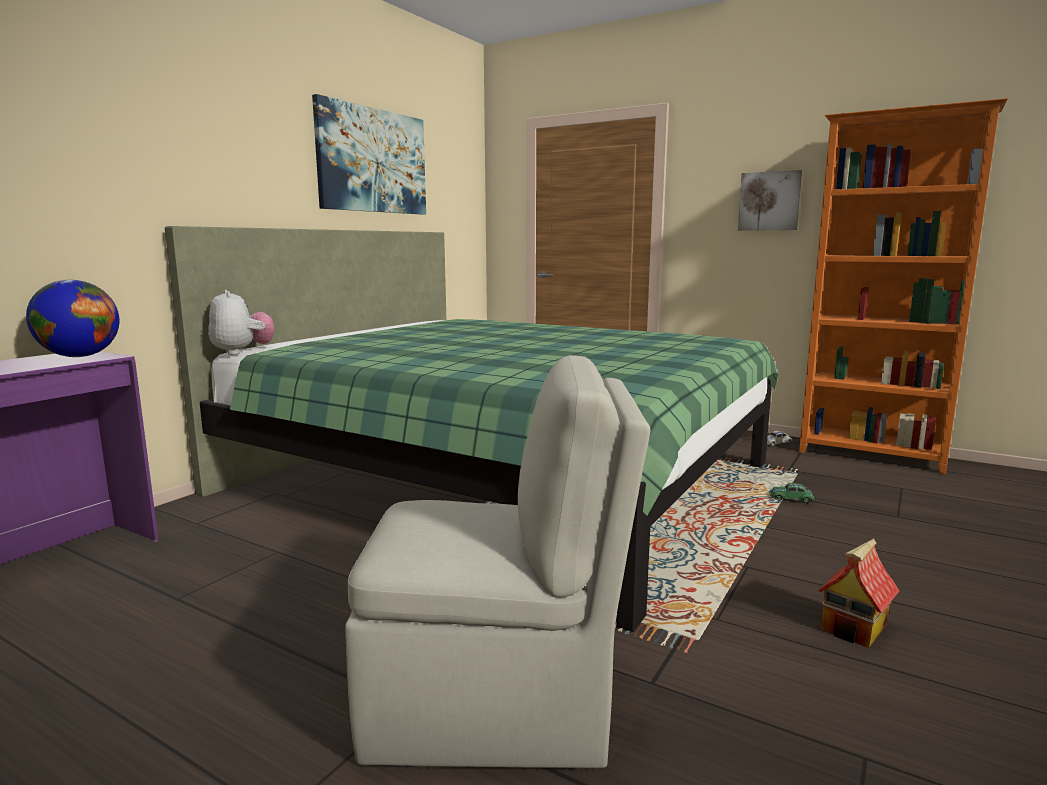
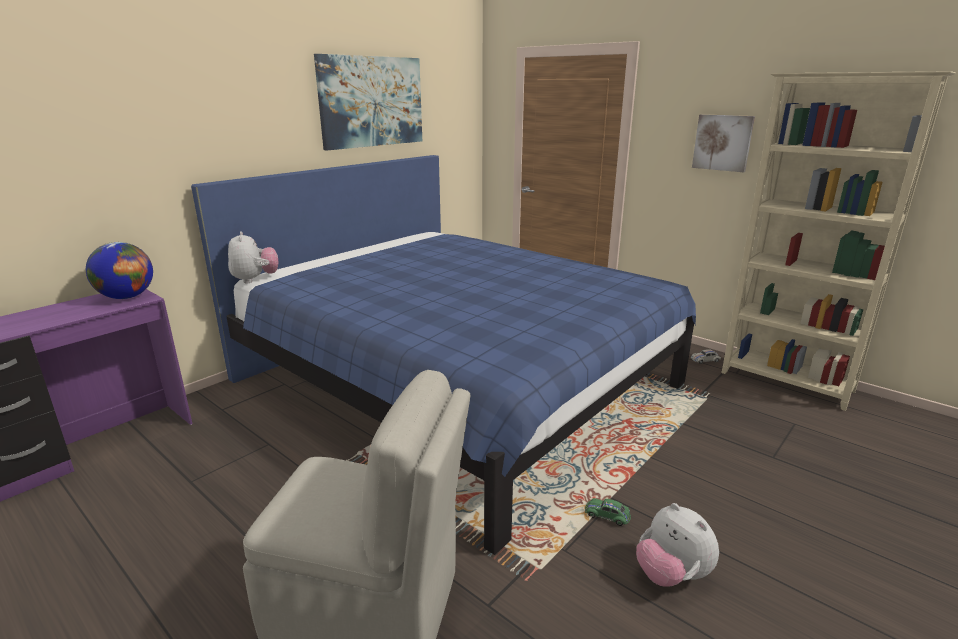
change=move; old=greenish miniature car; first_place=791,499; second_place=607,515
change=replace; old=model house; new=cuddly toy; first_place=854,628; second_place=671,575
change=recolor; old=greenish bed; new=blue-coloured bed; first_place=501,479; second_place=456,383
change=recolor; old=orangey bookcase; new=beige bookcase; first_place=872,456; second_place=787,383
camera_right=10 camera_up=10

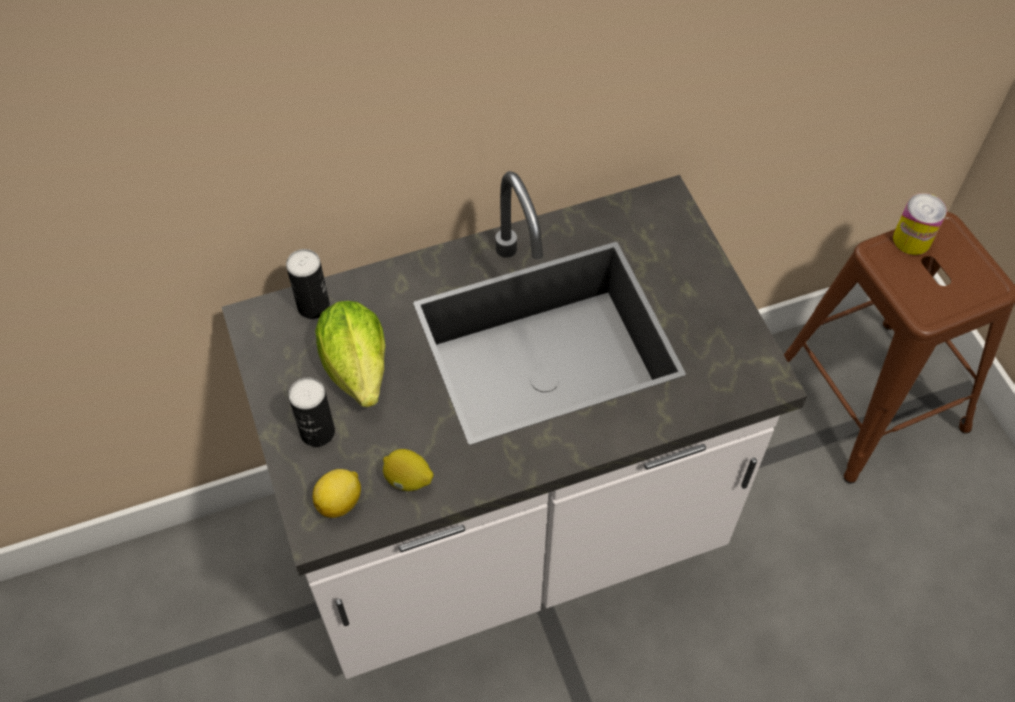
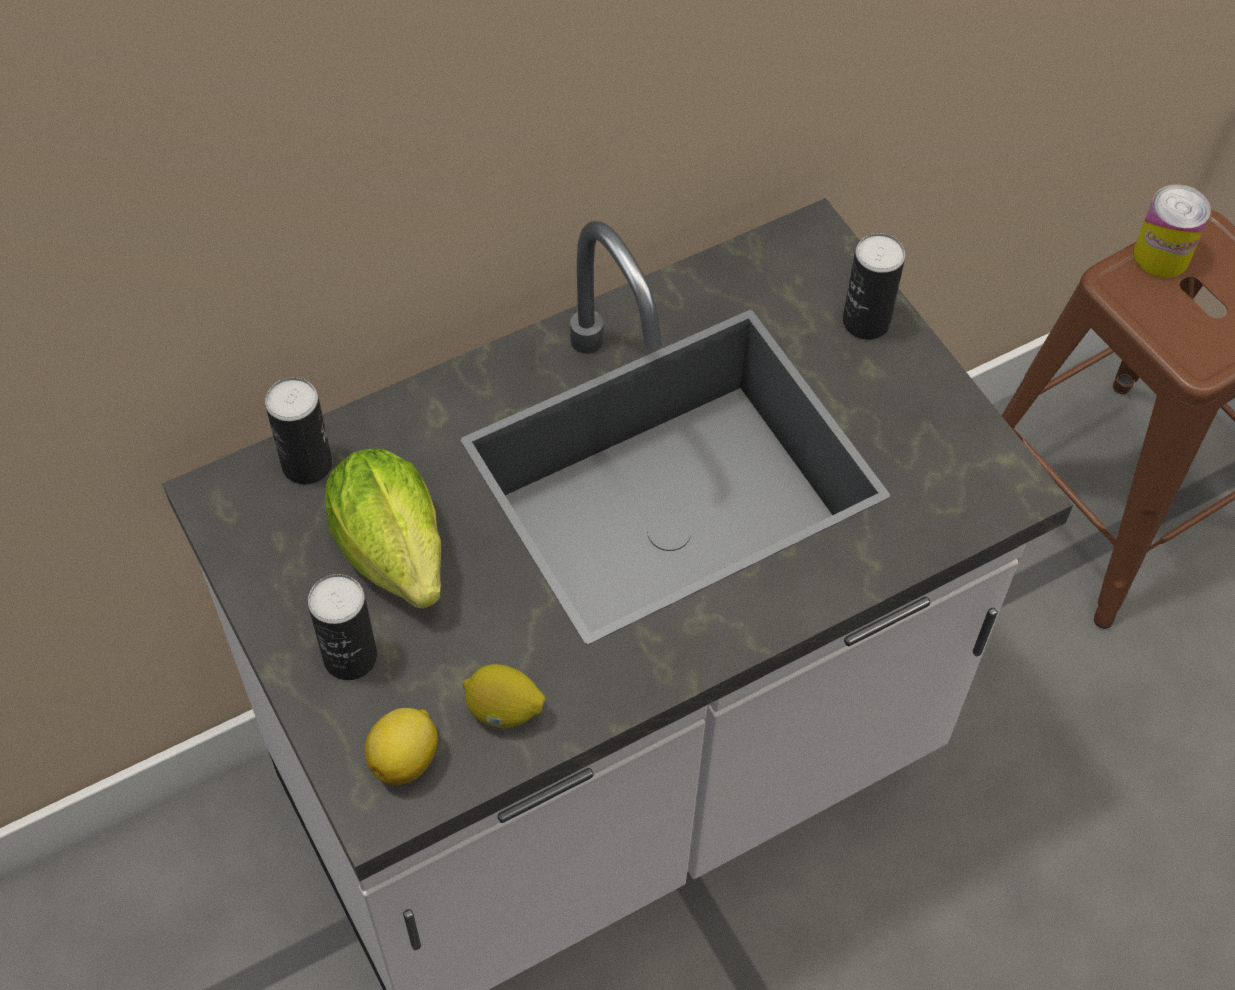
change=insert; new=metal can; second_place=866,321
camera_right=-10 camera_up=0

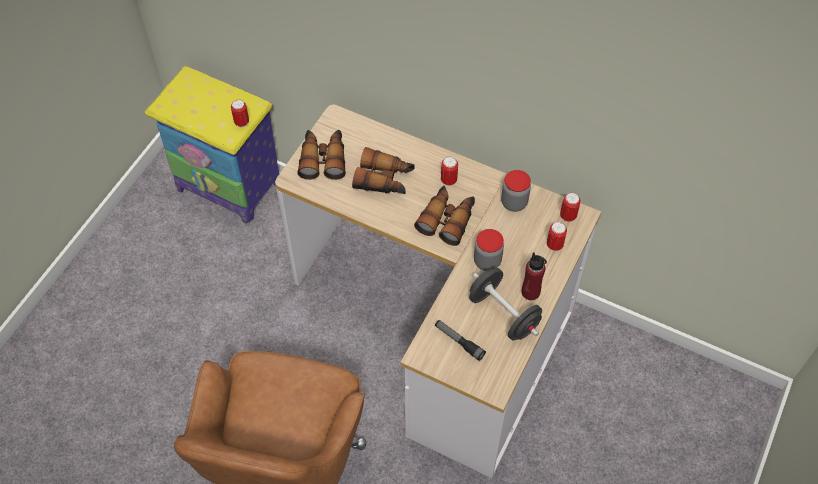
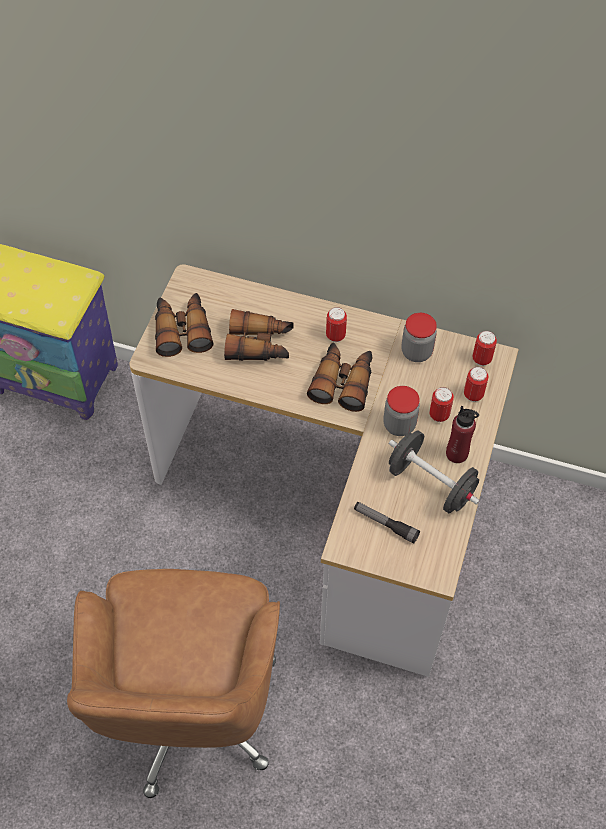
change=move; old=metal can; first_place=241,122; second_place=439,415
camera_right=-10 camera_up=0

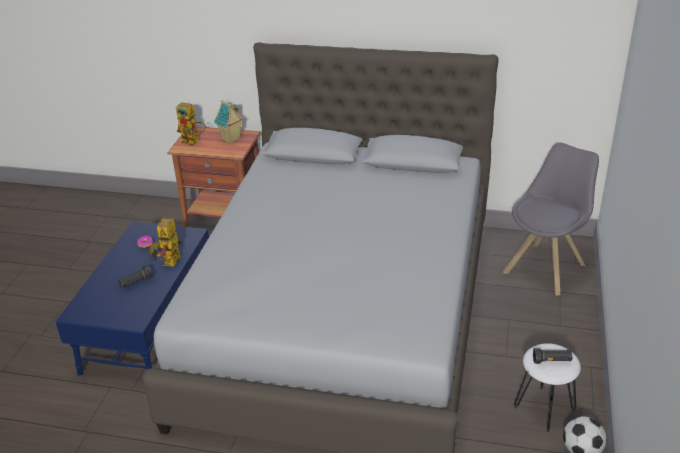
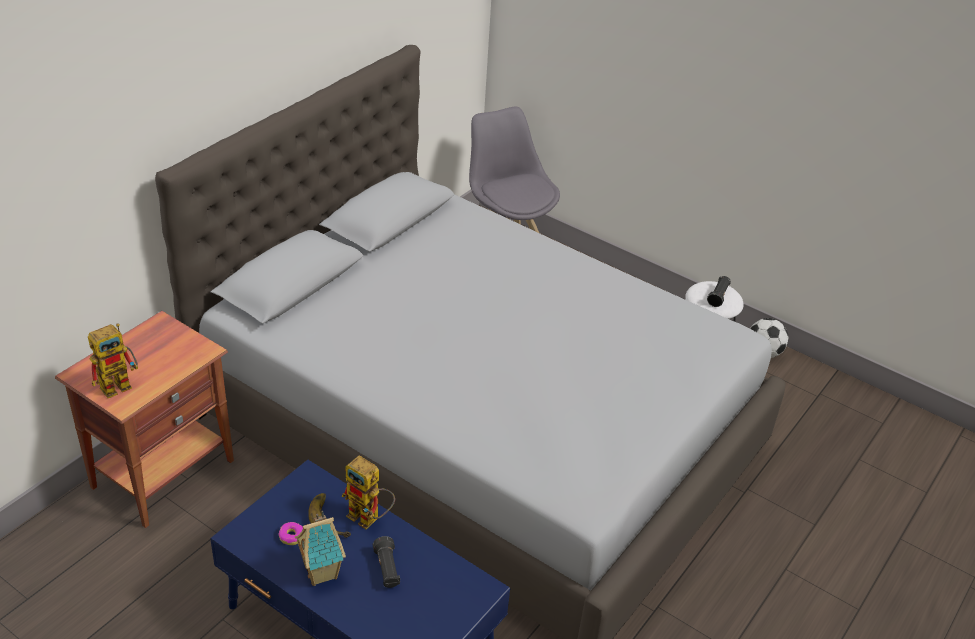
change=move; old=model house; first_place=231,139; second_place=322,573
camera_right=-70 camera_up=5

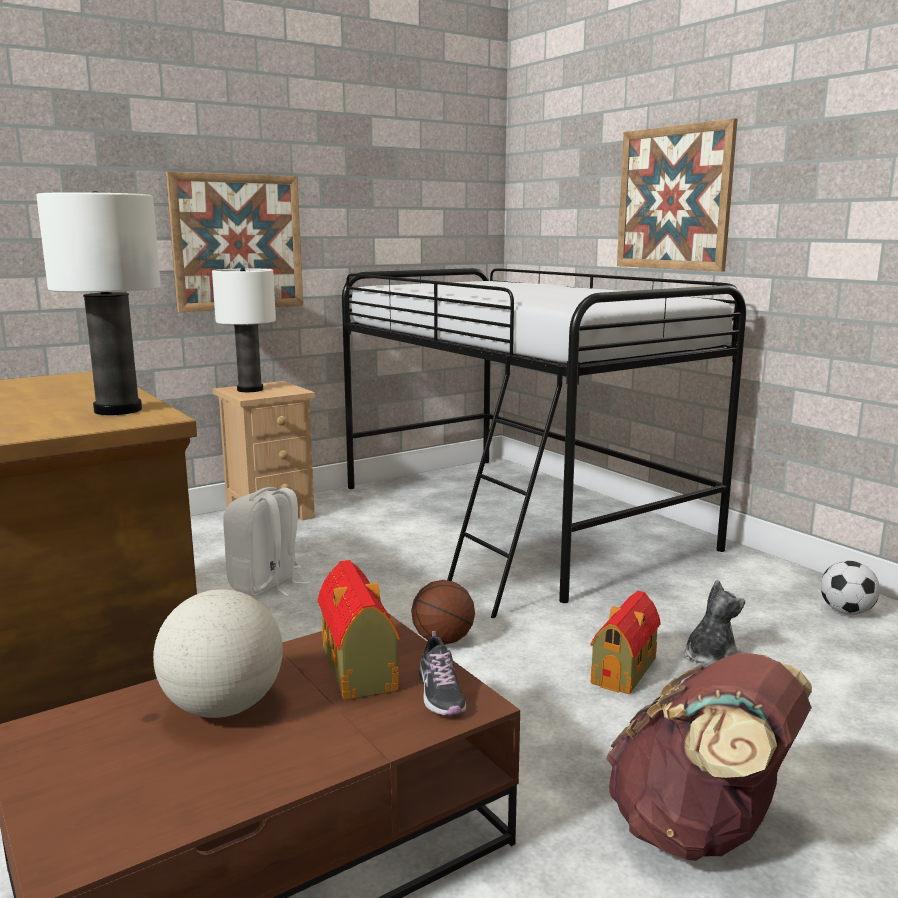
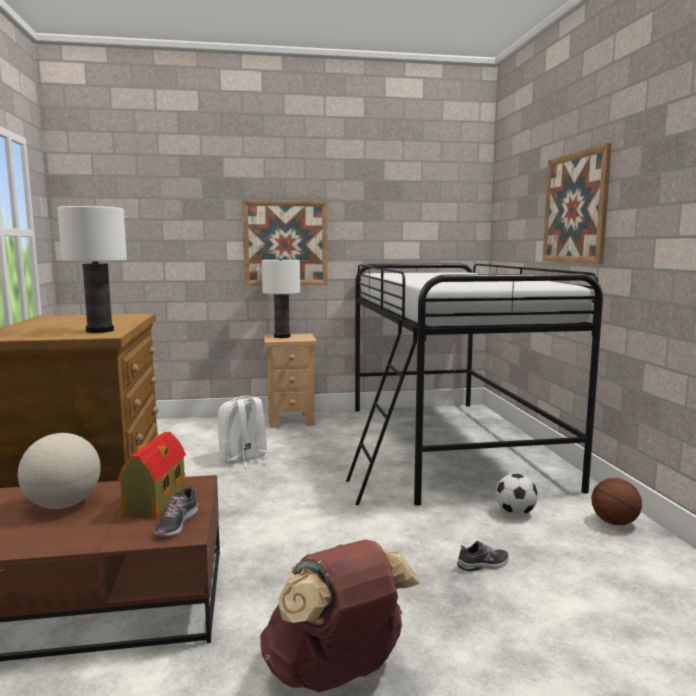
change=delete; old=model house; first_place=625,670
change=move; old=basketball ball; first_place=443,640; second_place=615,522
change=move; old=football; first_place=846,612; second_place=515,513
change=replace; old=cuddly toy; new=shoe; first_place=710,658; second_place=483,565
camera_right=25 camera_up=-5

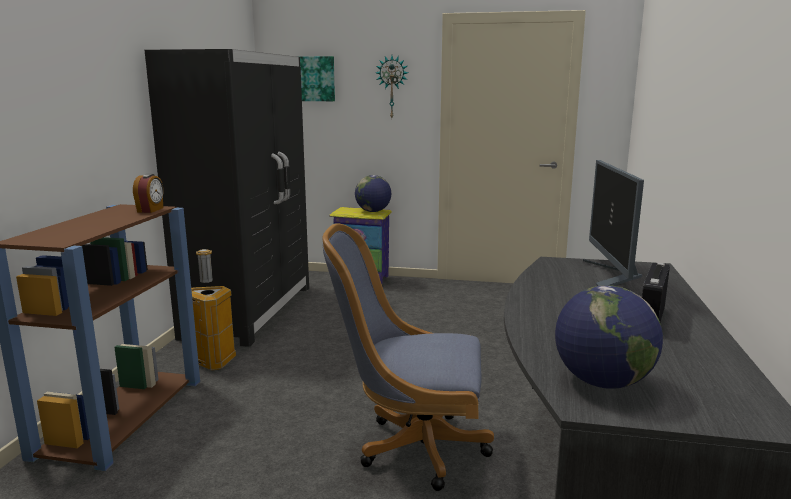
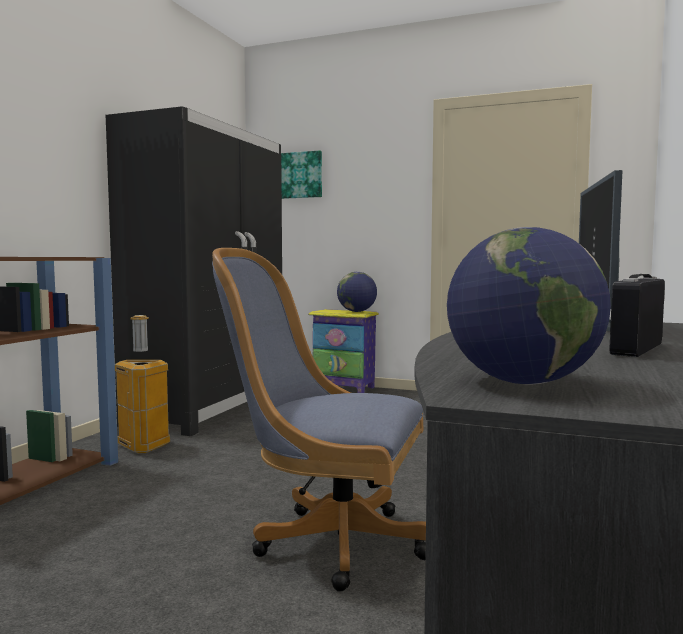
change=delete; old=bedside clock; first_place=151,210
change=delete; old=clock on the wall; first_place=392,87
camera_right=10 camera_up=-10

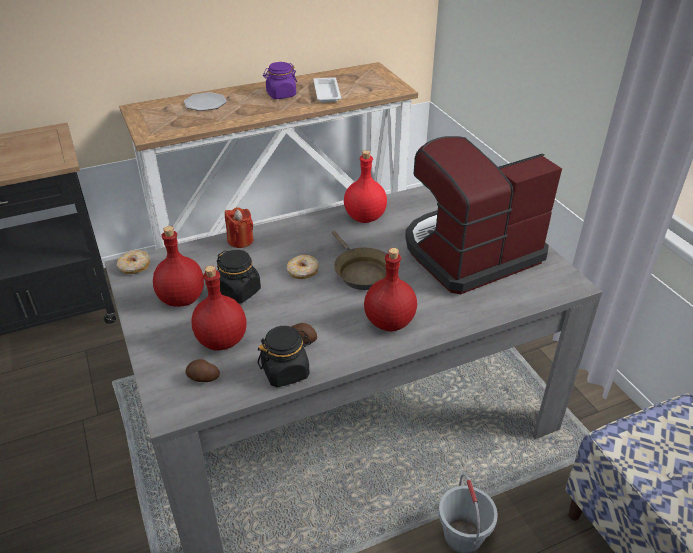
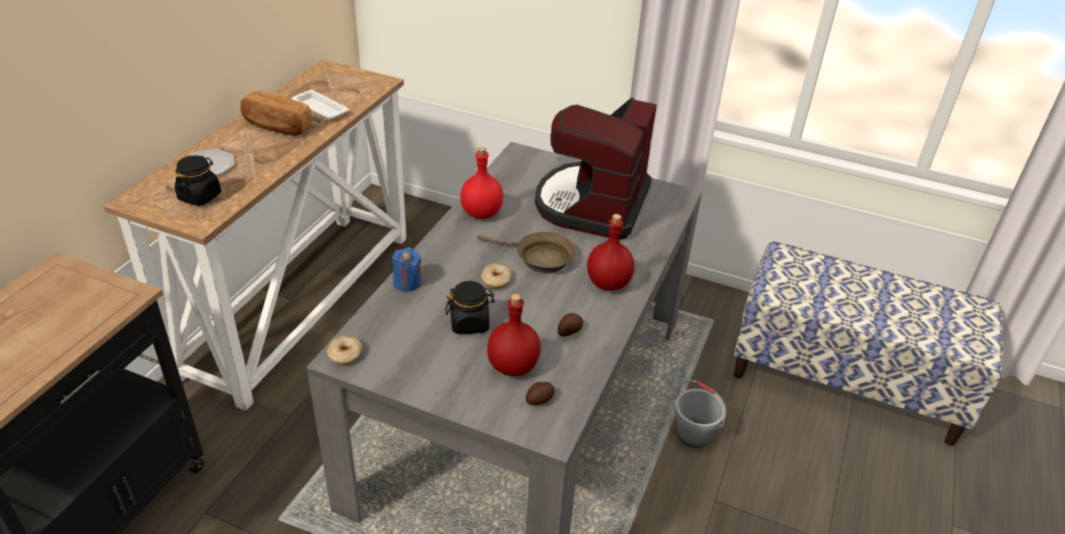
change=delete; old=reddish bottle; first_place=183,299
change=move; old=blackish preserve jar; first_place=286,371; second_place=200,196
change=replace; old=purple-coloured preserve jar; new=bread; first_place=281,95; second_place=277,127
change=recolor; old=reddish wax light; new=blue-coloured wax light; first_place=240,240; second_place=407,283
camera_right=-45 camera_up=0

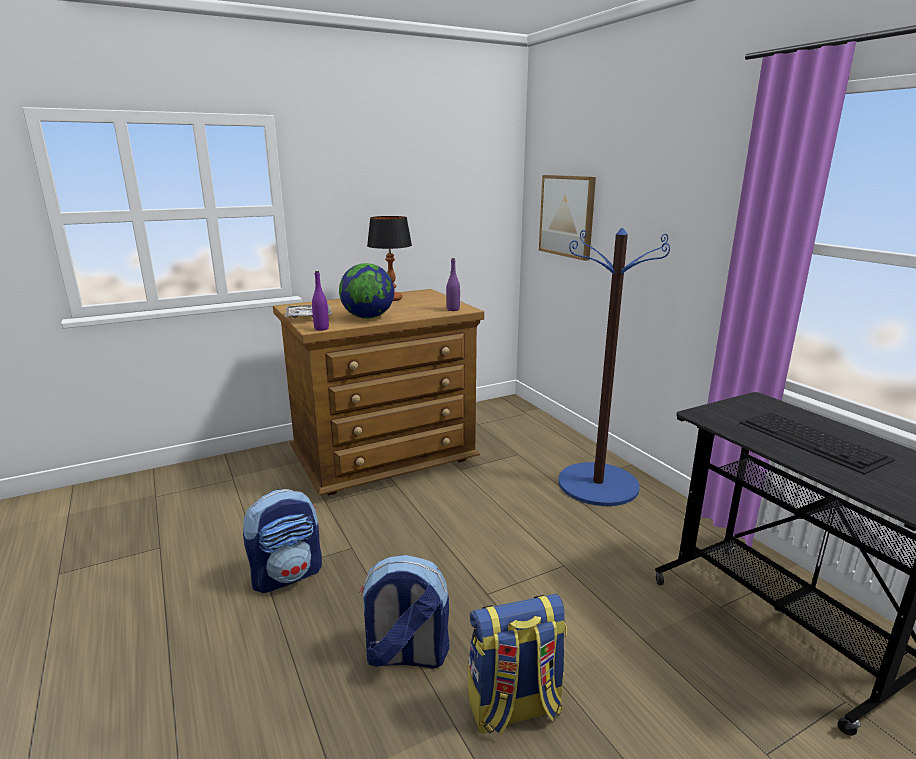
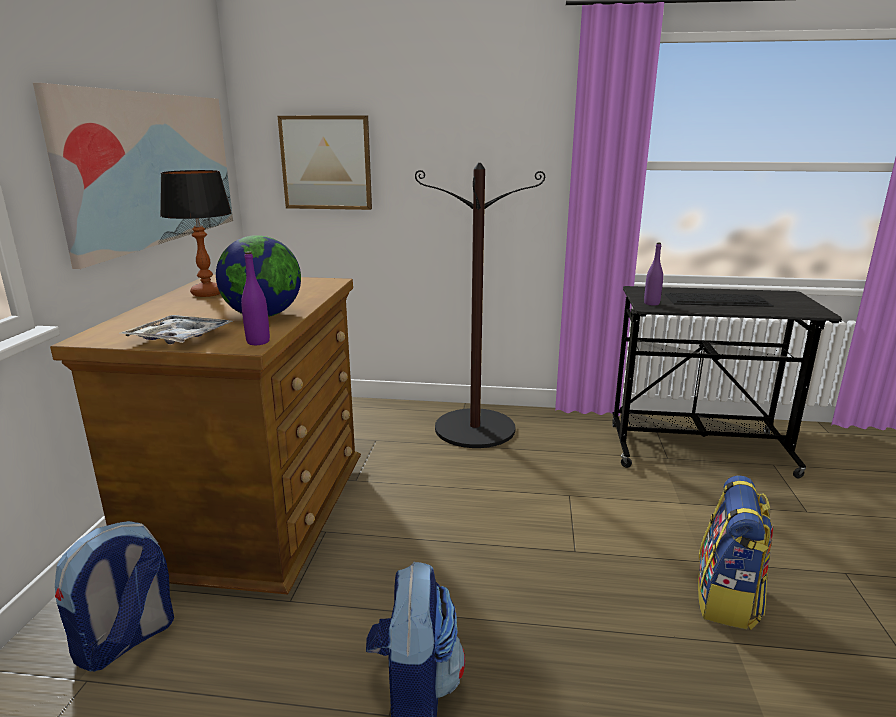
change=insert; new=wall art; second_place=154,169
change=move; old=backpack; first_place=405,656; second_place=126,641
change=move; old=purple-coloured bottle; first_place=453,309; second_place=651,303
change=recolor; old=blue-coloured garment stand; new=blackish garment stand; first_place=598,484; second_place=475,428
camera_right=-55 camera_up=0

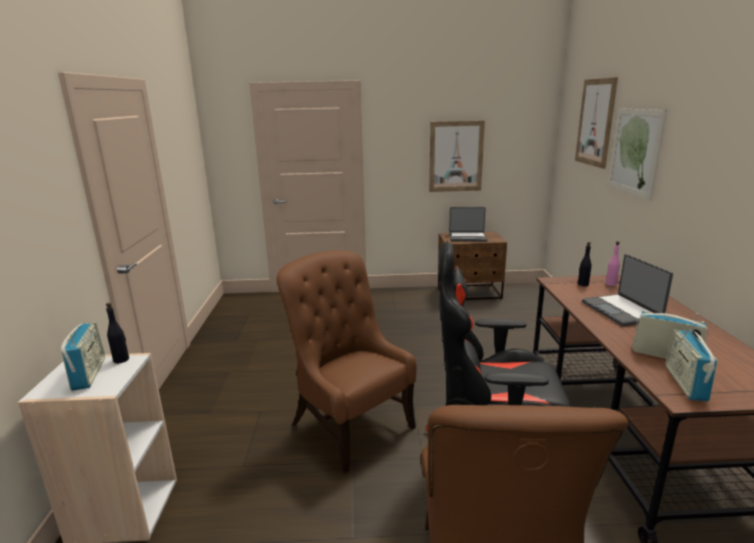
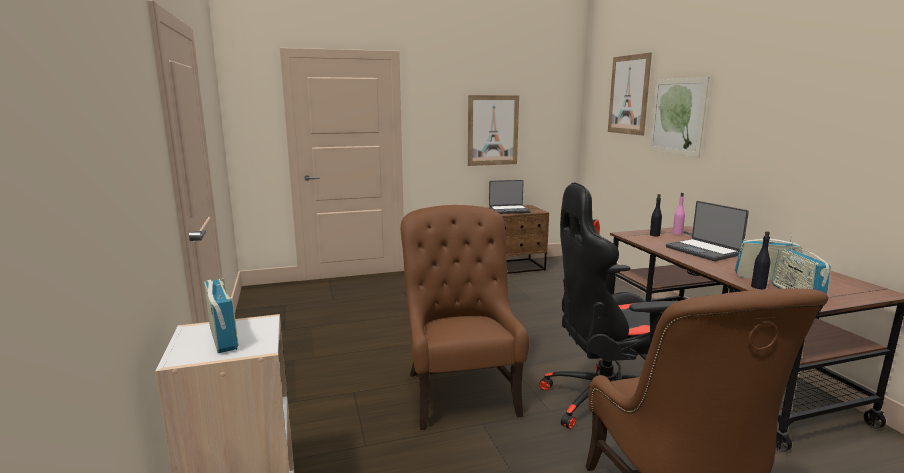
change=move; old=blackish bottle; first_place=121,359; second_place=758,287
change=rotate; old=brown plain chair; first_place=350,425; second_place=460,393; degrees=45
camera_right=-15 camera_up=-5

